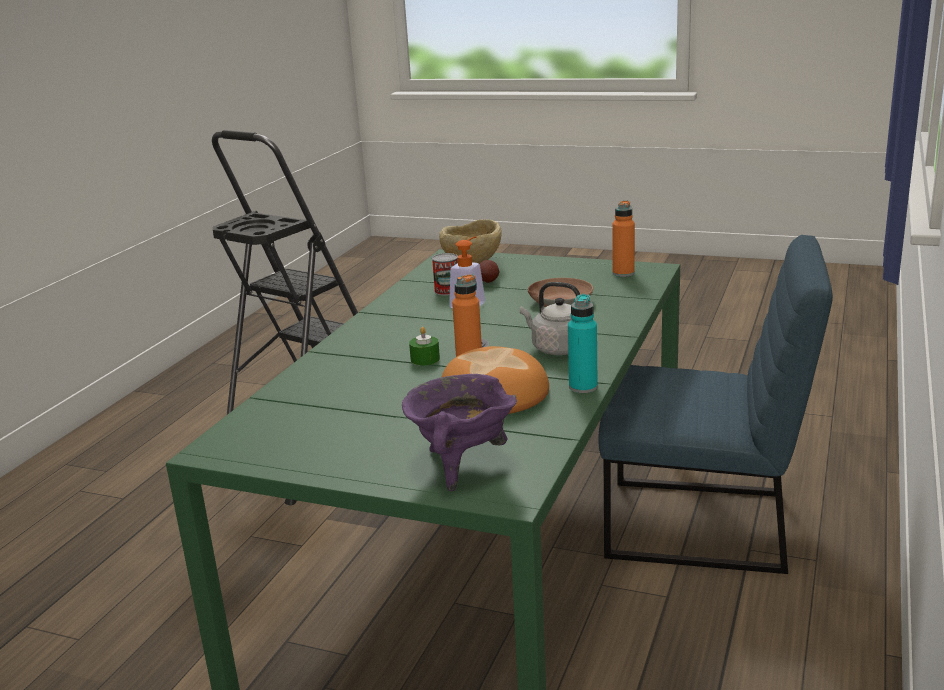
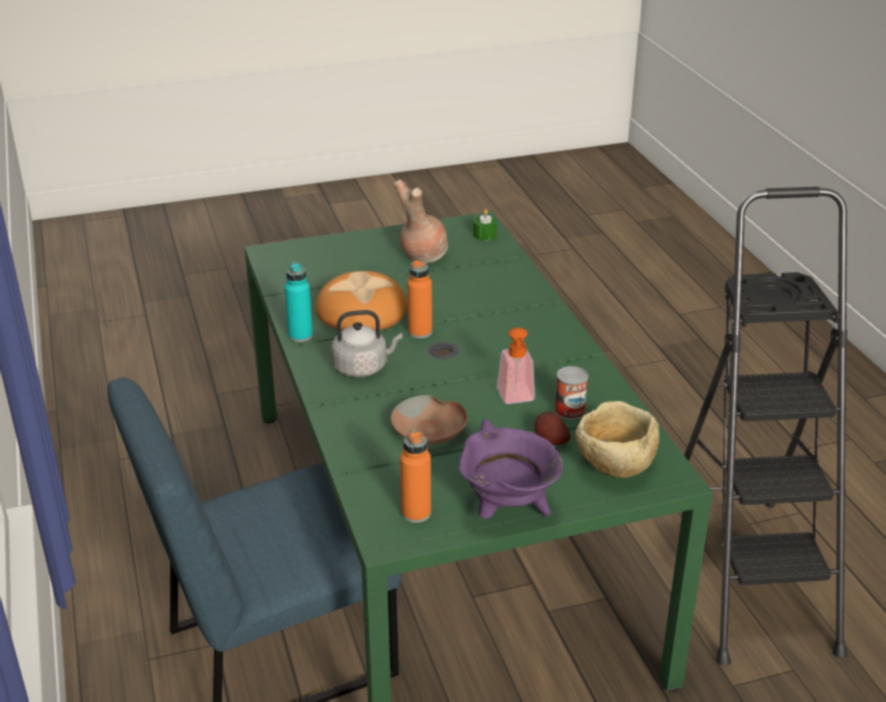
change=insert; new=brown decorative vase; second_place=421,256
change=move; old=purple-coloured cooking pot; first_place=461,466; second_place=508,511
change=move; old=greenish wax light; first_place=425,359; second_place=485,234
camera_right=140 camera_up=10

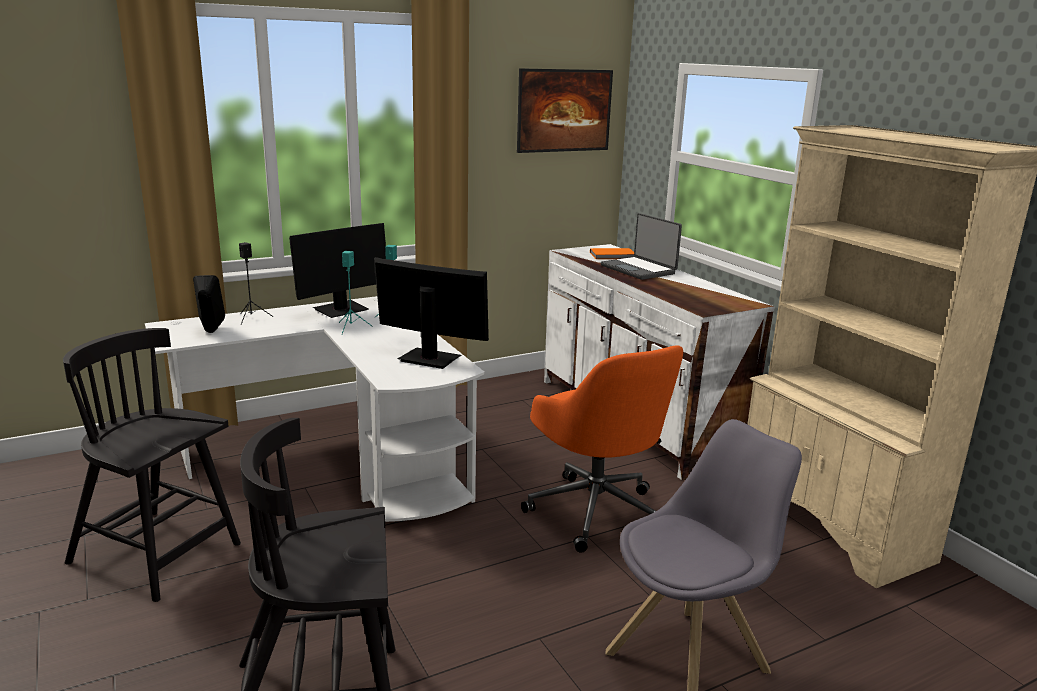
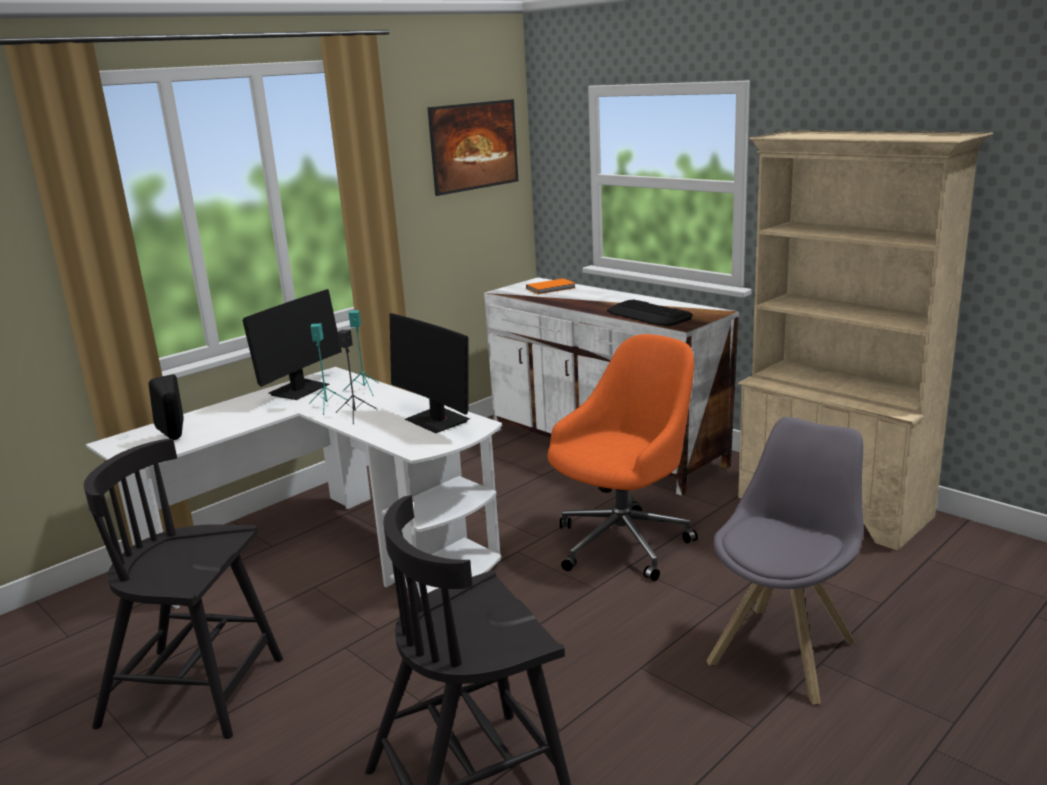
change=delete; old=notebook computer; first_place=639,269
change=insert; new=computer keyboard; second_place=648,315
change=move; old=blackish loudspeaker; first_place=252,318; second_place=355,414
change=rotate; old=computer display; first_place=429,359; second_place=437,421; degrees=-135
change=rotate; old=orangey computer chair; first_place=596,513; second_place=623,543; degrees=-90
camera_right=-15 camera_up=0

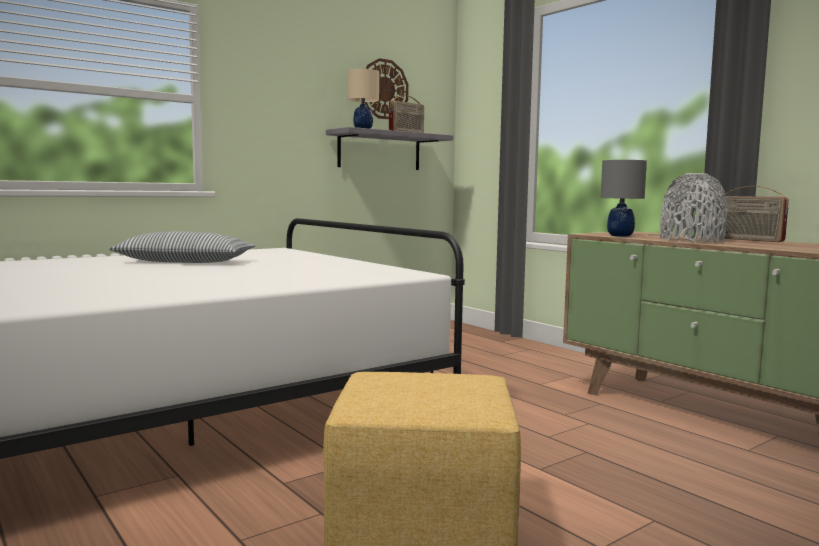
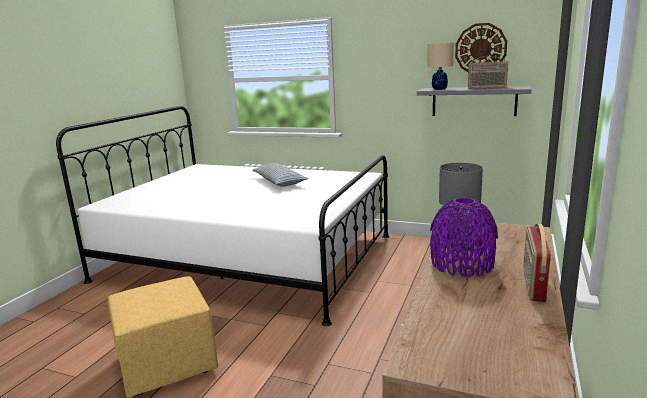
change=recolor; old=grey decorative vase; new=purple-coloured decorative vase; first_place=691,240; second_place=462,264
camera_right=60 camera_up=10

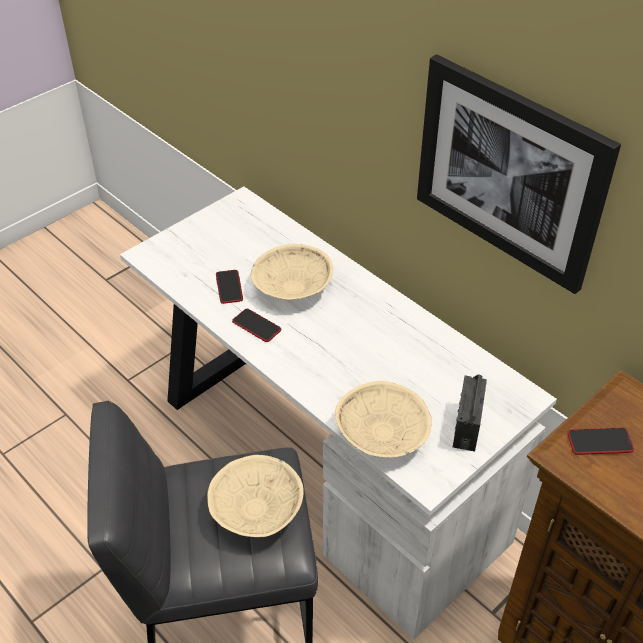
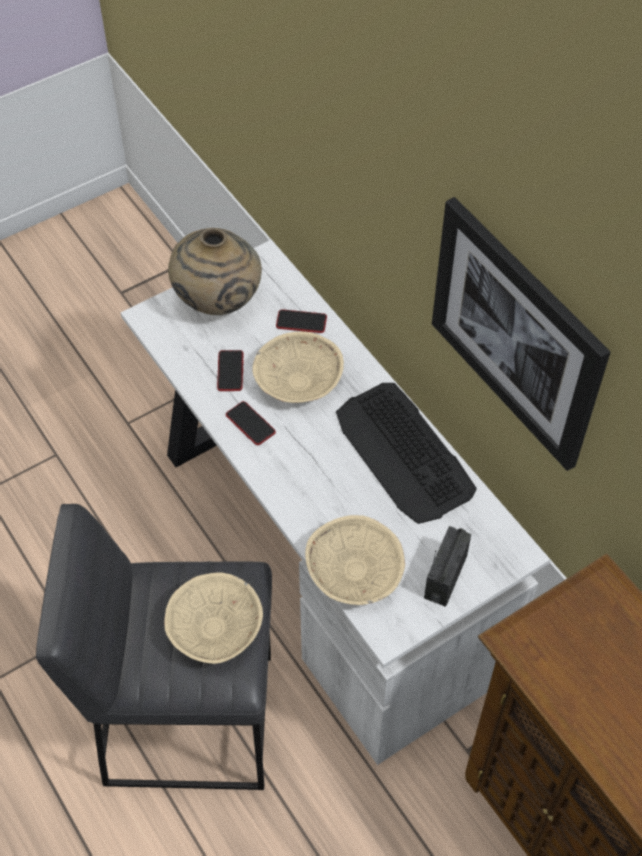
change=insert; new=beige decorative vase; second_place=218,303
change=insert; new=computer keyboard; second_place=404,453
change=move; old=telephone; first_place=599,442; second_place=301,322
camera_right=10 camera_up=10

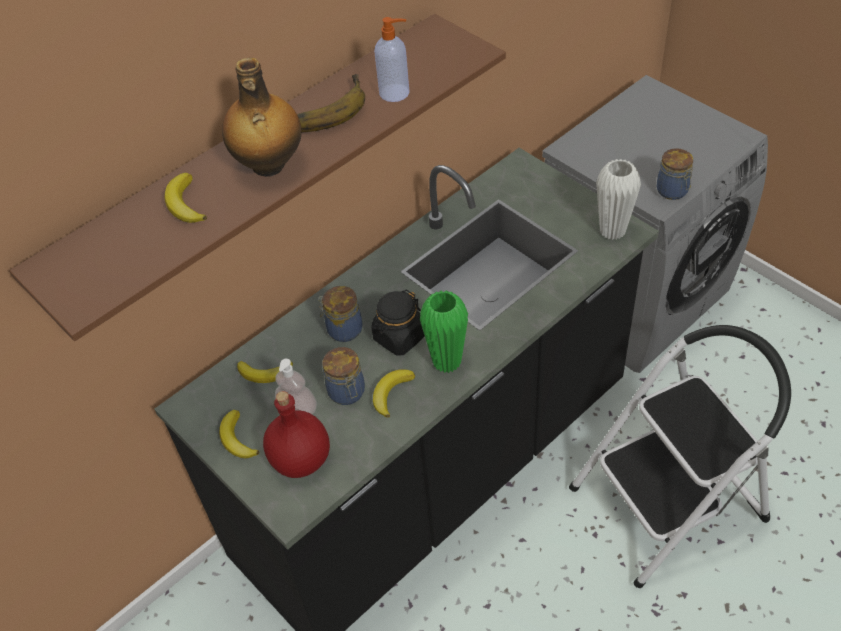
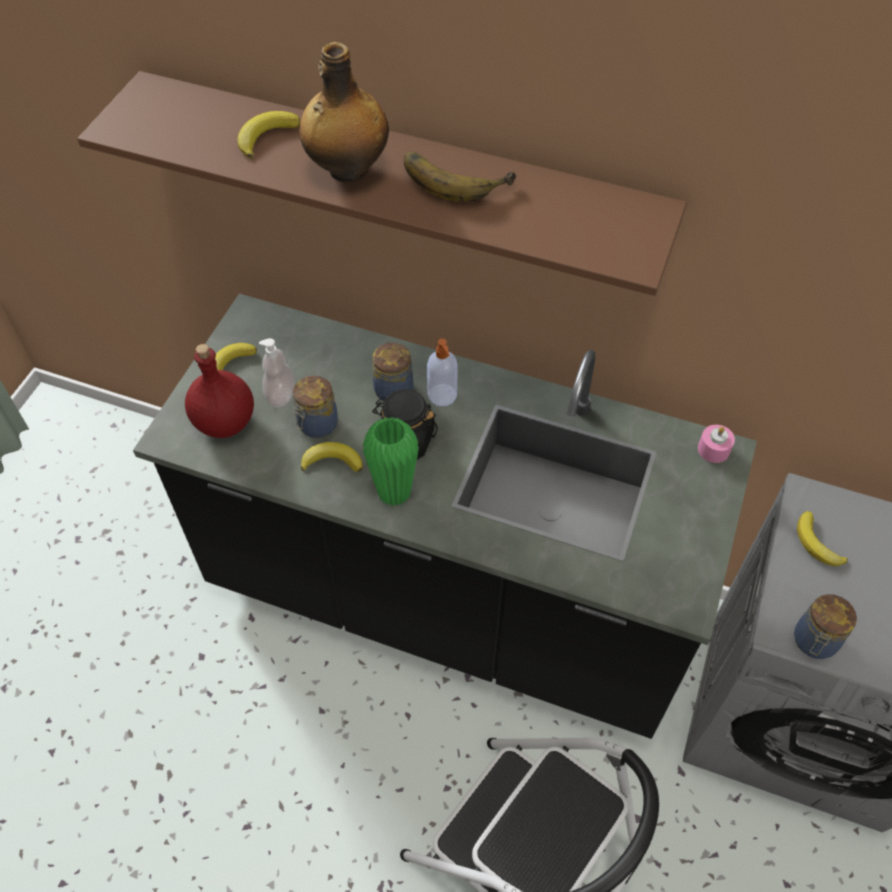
change=delete; old=white decorative vase; first_place=612,231
change=insert; new=pink wax light; second_place=713,449
change=move; old=whole banana; first_place=265,373; second_place=816,543
change=move; old=liquid soap bottle; first_place=395,93; second_place=442,396
camera_right=60 camera_up=5

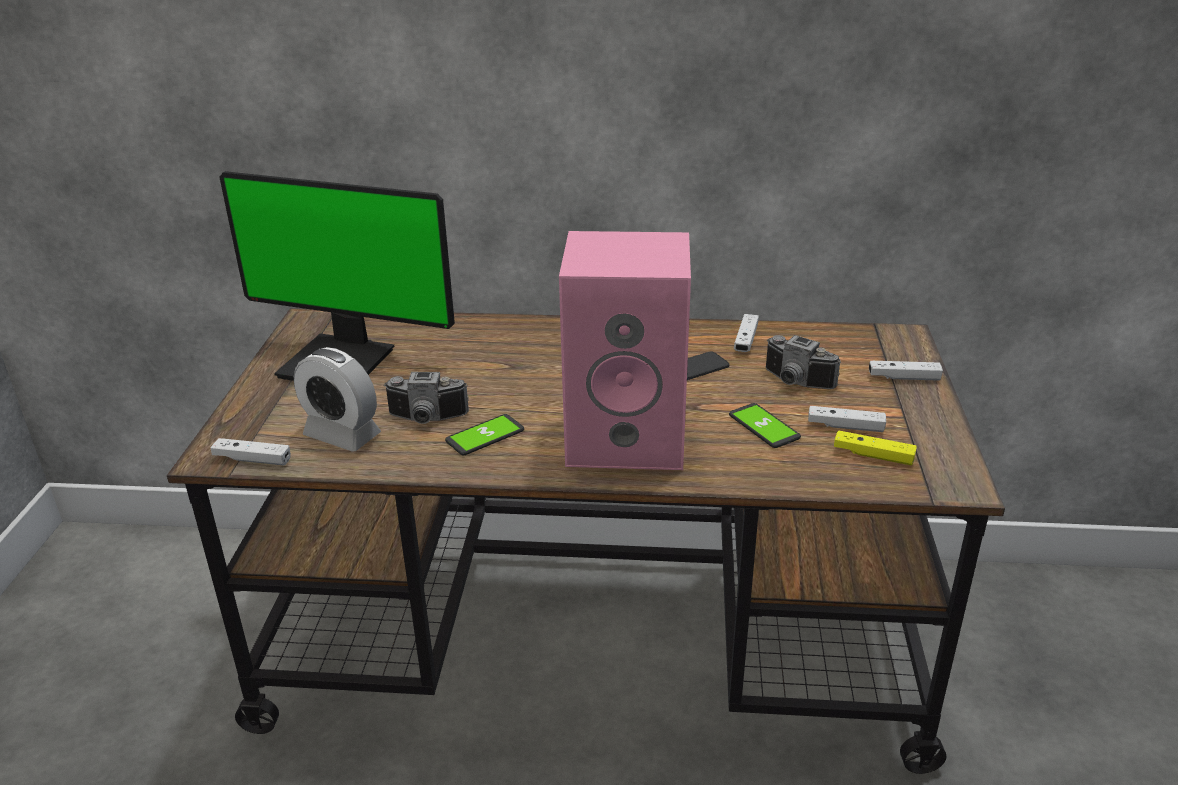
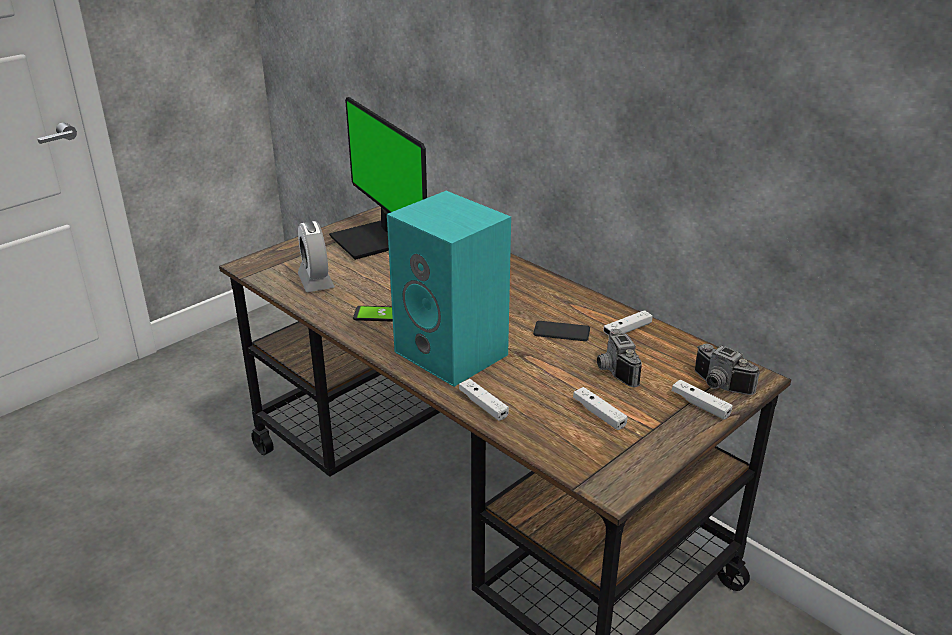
change=delete; old=telephone; first_place=764,427
change=delete; old=yellowish joypad; first_place=873,455
change=move; old=white joypad; first_place=252,459; second_place=483,405
change=move; old=still camera; first_place=426,419; second_place=718,386
change=recolor; old=pink loudspeaker; new=turquoise loudspeaker; first_place=629,437; second_place=454,353
camera_right=40 camera_up=0

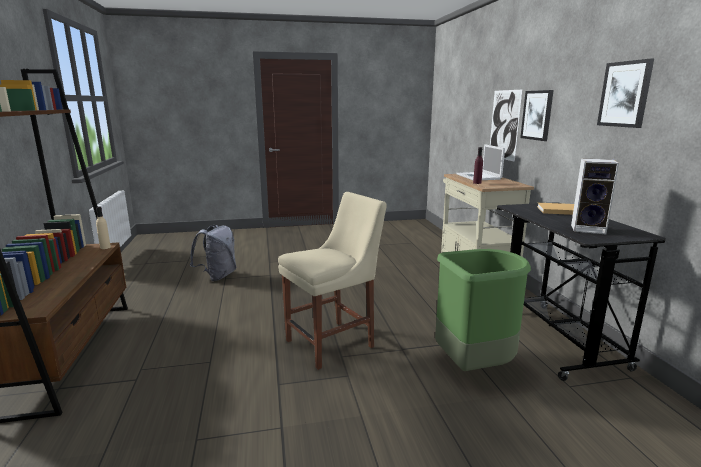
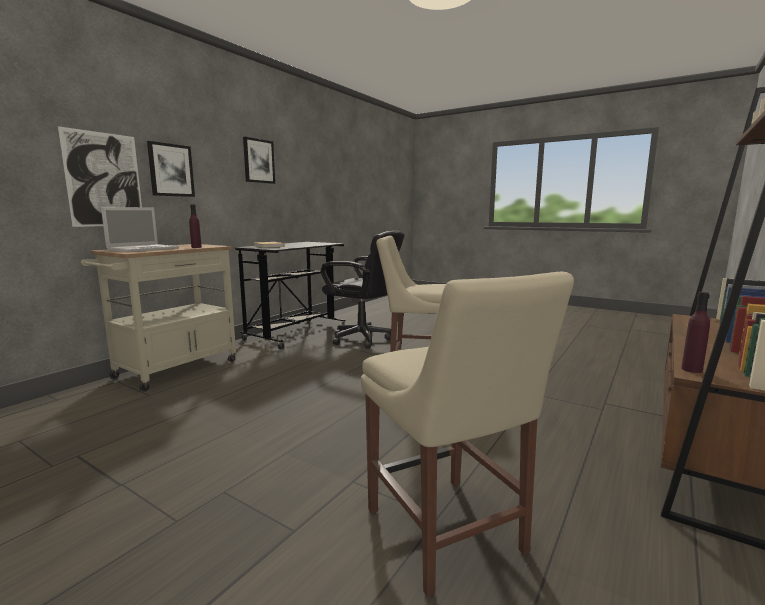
change=delete; old=loudspeaker; first_place=589,229
change=replace; old=grey backpack; new=beige plain chair; first_place=218,276; second_place=447,535
change=replace; old=greenish trash can; new=blackish computer chair; first_place=474,365; second_place=364,340
change=recolor; old=beige bottle; new=purple-coloured bottle; first_place=105,247; second_place=691,369
camera_right=-135 camera_up=-5

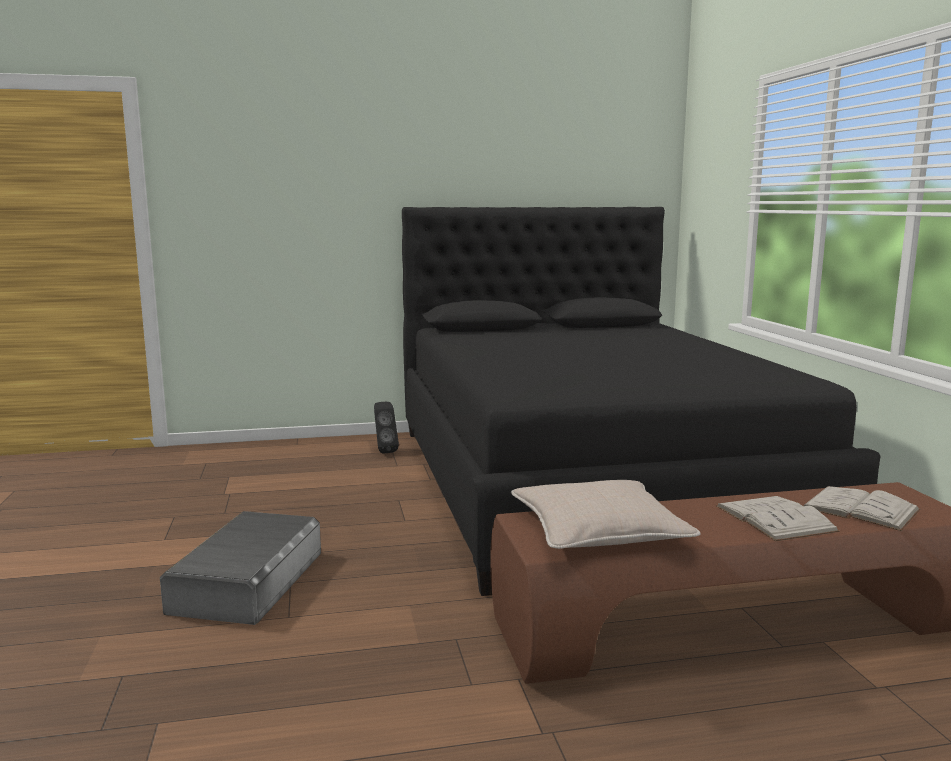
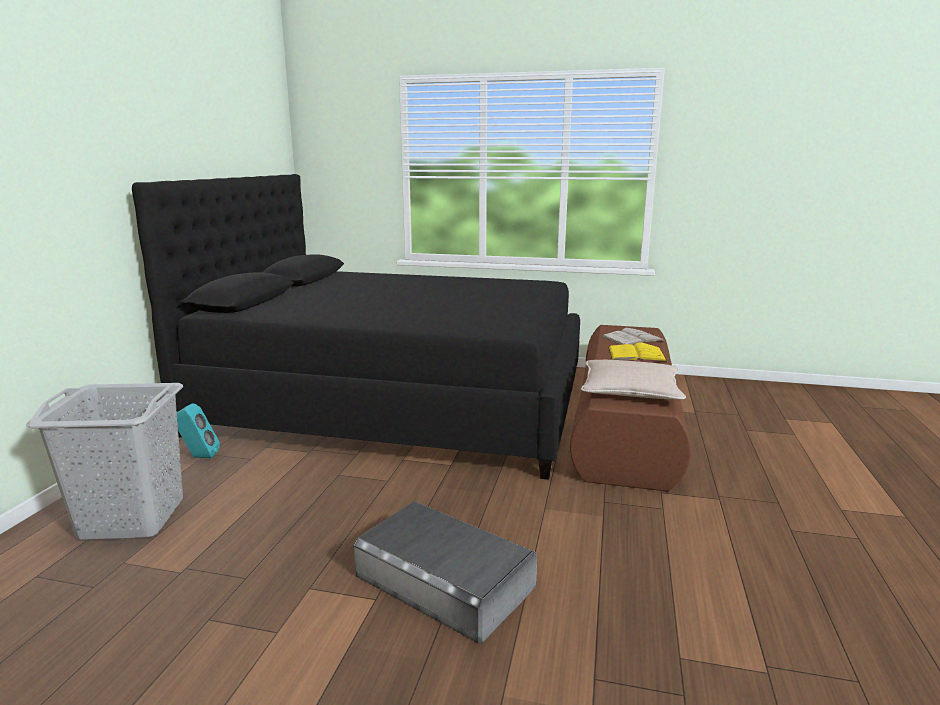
change=insert; new=grey hamper; second_place=132,518
change=recolor; old=blackish loudspeaker; new=turquoise loudspeaker; first_place=384,451; second_place=198,457
change=recolor; old=white volume; new=yellowish volume; first_place=775,518; second_place=636,354
camera_right=-65 camera_up=5

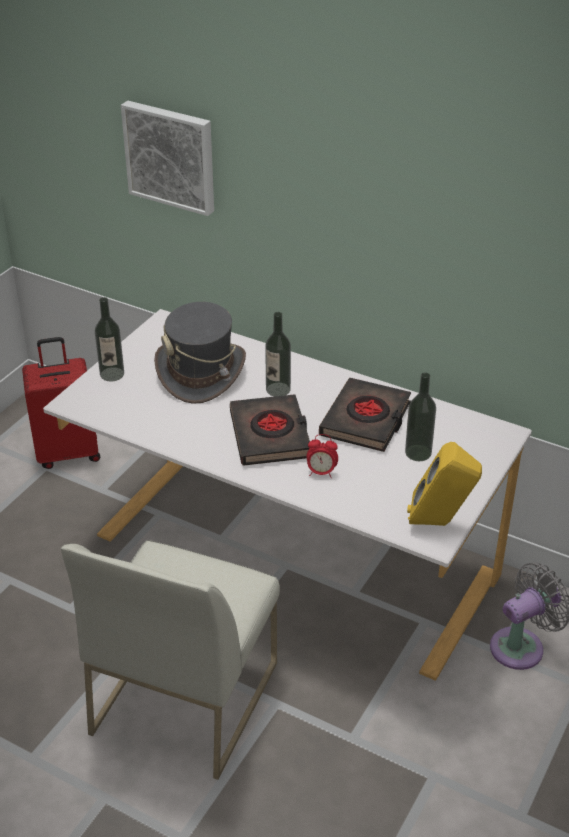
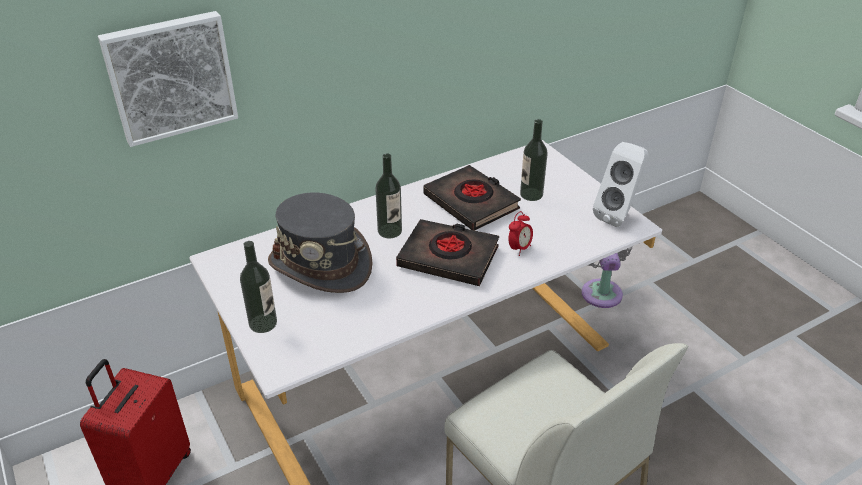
change=recolor; old=yellowish loudspeaker; new=white loudspeaker; first_place=440,523; second_place=618,215
camera_right=-60 camera_up=0

